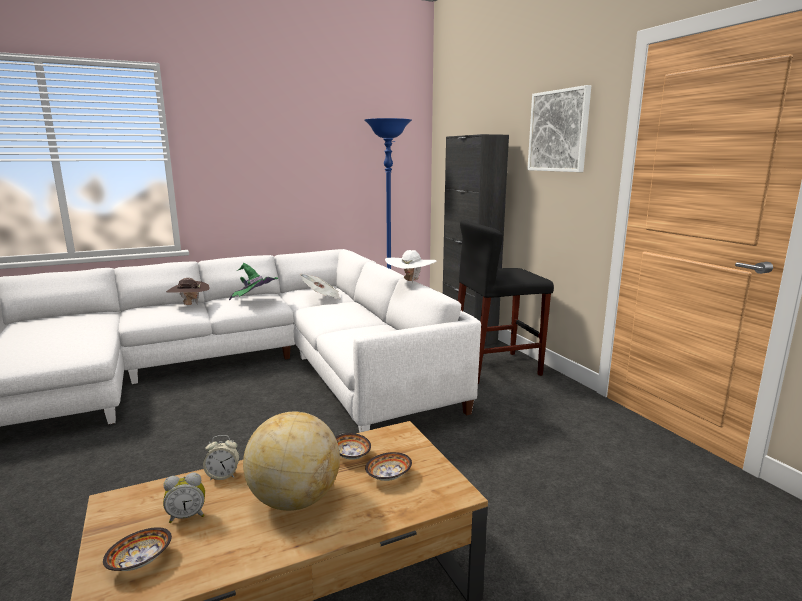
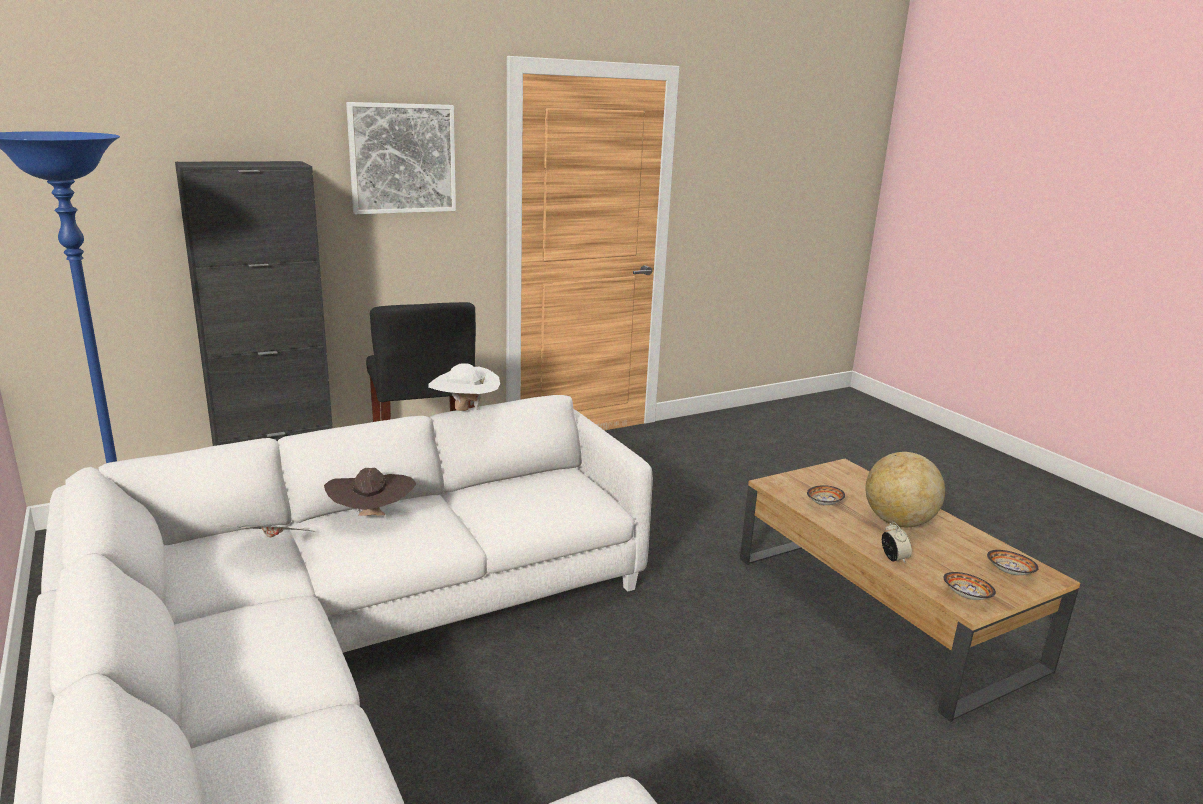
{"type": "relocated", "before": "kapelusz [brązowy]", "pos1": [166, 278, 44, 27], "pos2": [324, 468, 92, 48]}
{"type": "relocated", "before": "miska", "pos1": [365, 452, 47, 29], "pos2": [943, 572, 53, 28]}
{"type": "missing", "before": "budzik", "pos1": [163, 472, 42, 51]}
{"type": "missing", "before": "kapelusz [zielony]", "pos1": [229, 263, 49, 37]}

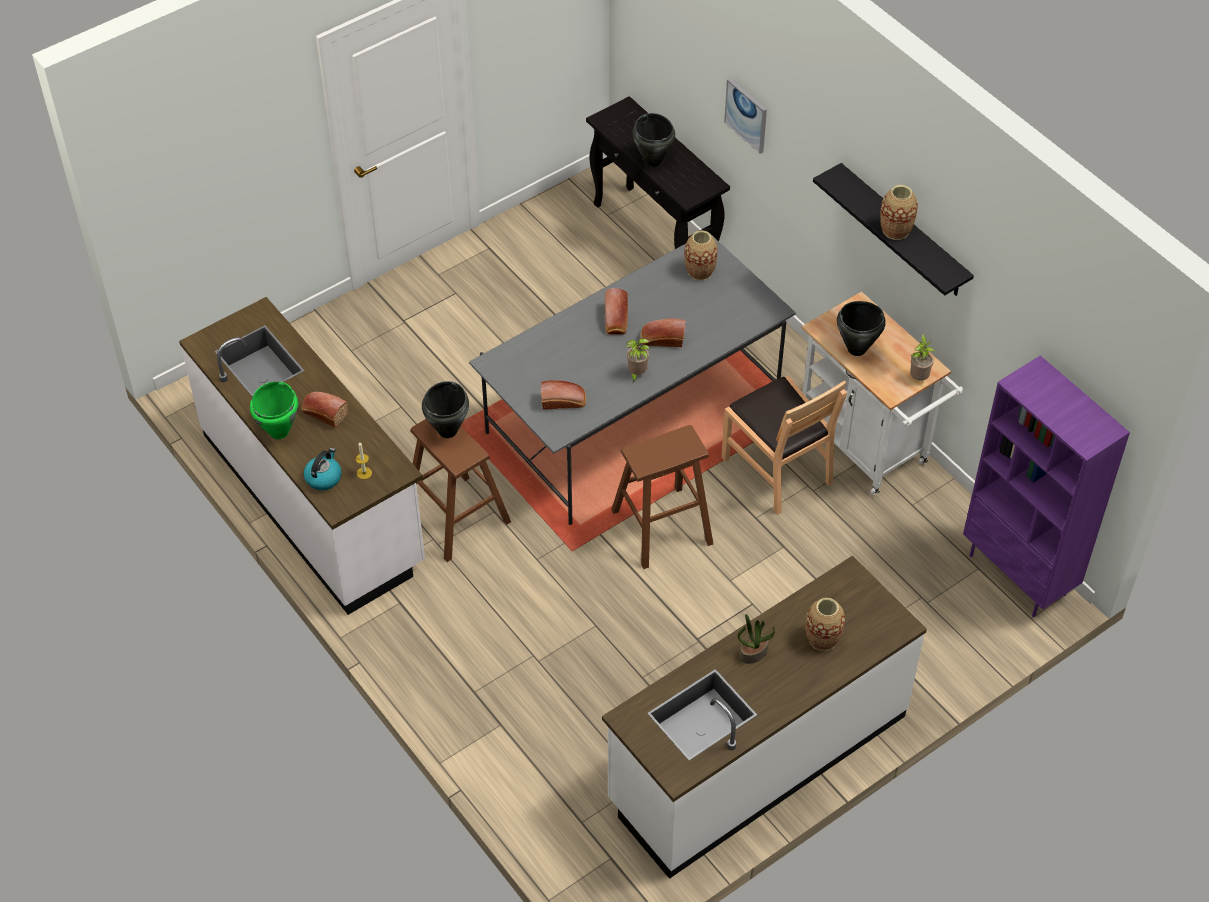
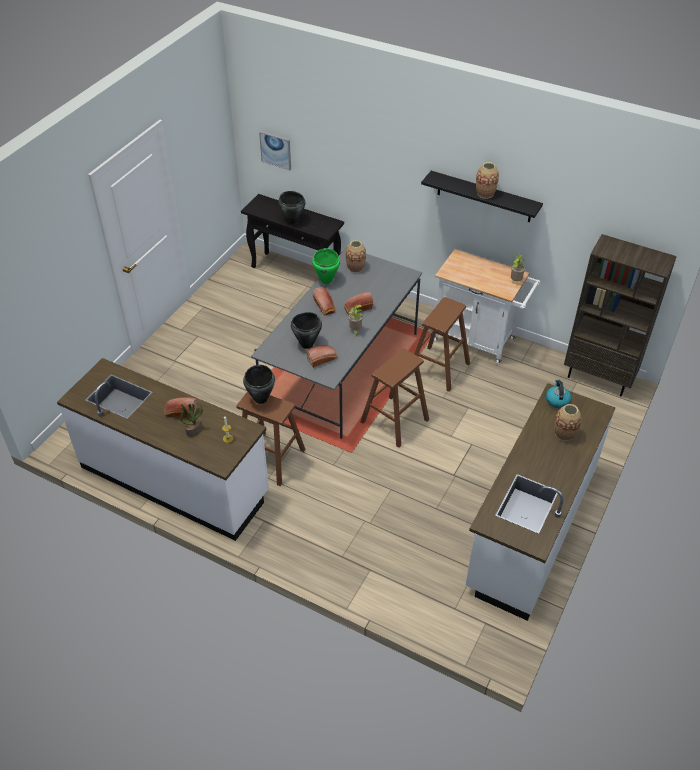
{"type": "relocated", "before": "roślina doniczkowa", "pos1": [738, 614, 37, 50], "pos2": [180, 404, 23, 33]}
{"type": "relocated", "before": "obraz", "pos1": [724, 78, 43, 76], "pos2": [259, 131, 32, 39]}
{"type": "relocated", "before": "garnek [czarny]", "pos1": [837, 301, 49, 55], "pos2": [291, 312, 31, 37]}
{"type": "relocated", "before": "garnek [zielony]", "pos1": [250, 381, 48, 58], "pos2": [312, 248, 28, 36]}
{"type": "exchanged", "before": "krzesło [brązowy]", "after": "stołek [brązowy]", "pos1": [721, 375, 126, 140], "pos2": [414, 297, 56, 95]}
{"type": "relocated", "before": "czajnik", "pos1": [303, 448, 39, 42], "pos2": [546, 379, 25, 29]}
{"type": "colour", "before": "regał [fioletowy]", "after": "regał [brązowy]", "pos1": [963, 356, 167, 261], "pos2": [564, 234, 113, 163]}

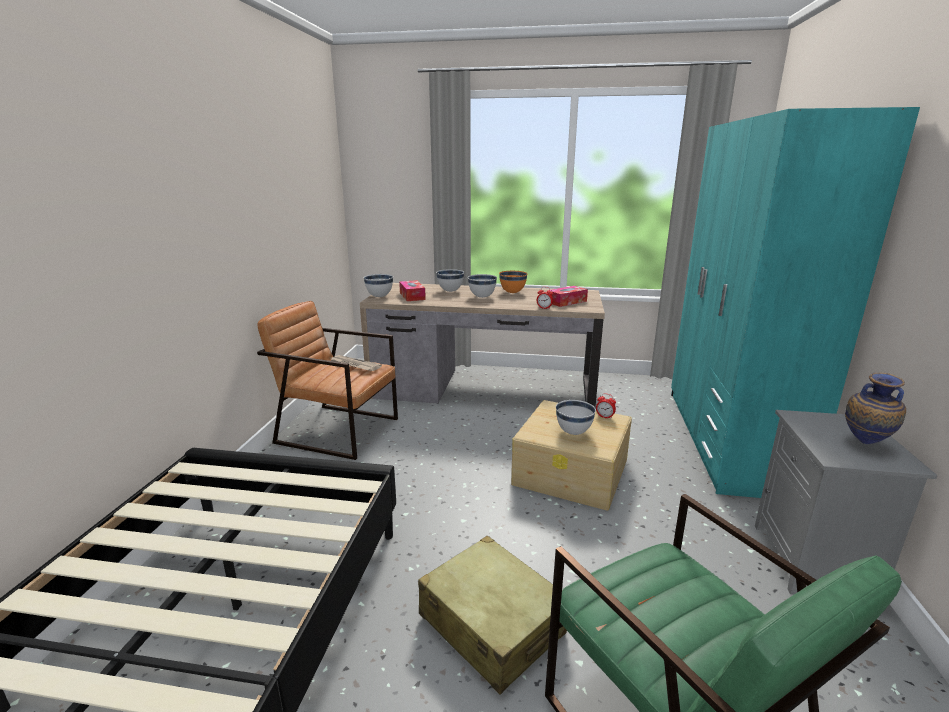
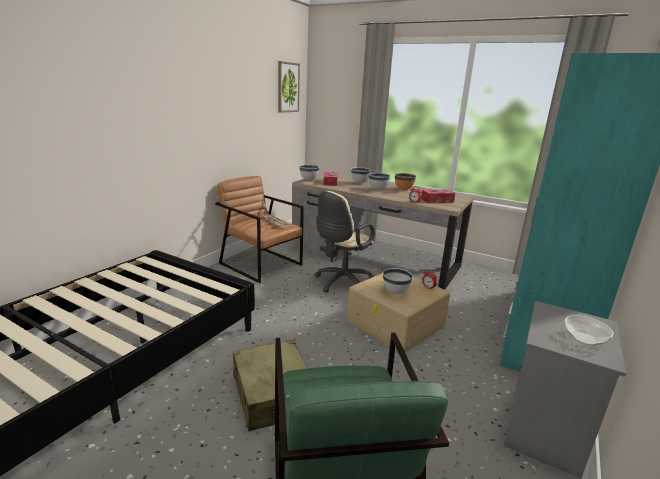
{"type": "appeared", "after": "obraz", "pos2": [278, 61, 22, 52]}
{"type": "appeared", "after": "krzesło biurowe [beżowy]", "pos2": [315, 191, 60, 102]}
{"type": "exchanged", "before": "wazon", "after": "miska", "pos1": [845, 373, 61, 71], "pos2": [565, 315, 49, 31]}

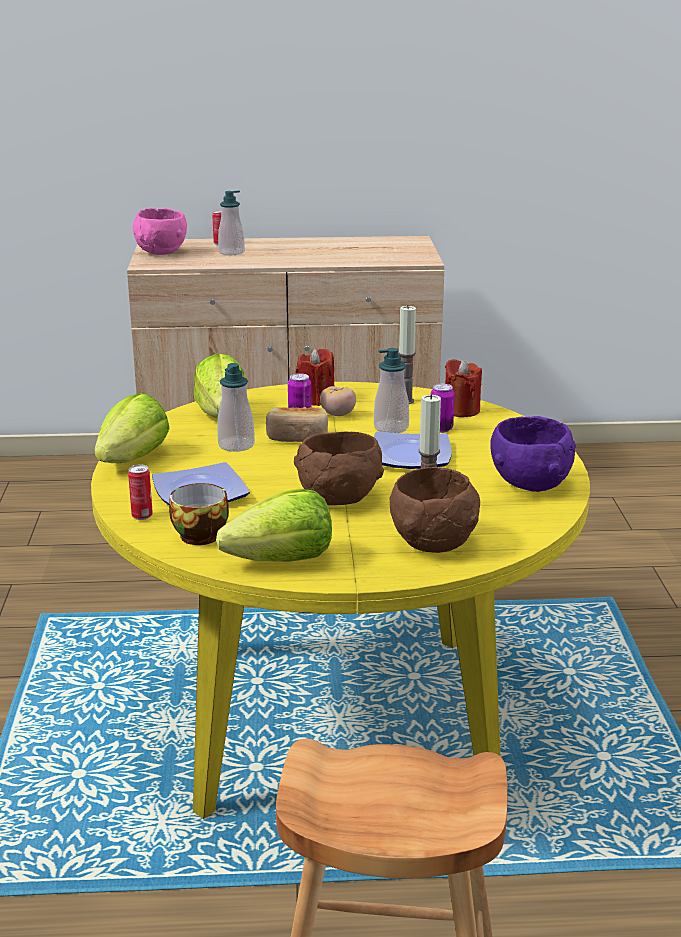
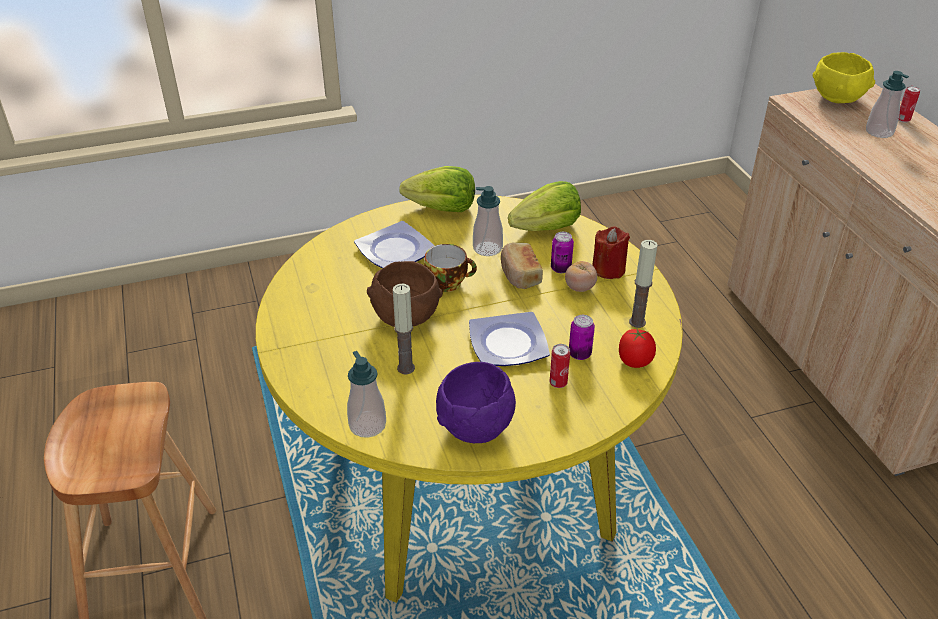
{"type": "relocated", "before": "dozownik mydła", "pos1": [374, 348, 35, 85], "pos2": [347, 351, 39, 87]}
{"type": "relocated", "before": "filiżanka", "pos1": [169, 483, 60, 62], "pos2": [424, 244, 53, 48]}
{"type": "relocated", "before": "puszka", "pos1": [128, 465, 25, 55], "pos2": [550, 344, 20, 44]}
{"type": "exchanged", "before": "świeca [czerwony]", "after": "pomidor", "pos1": [445, 359, 37, 58], "pos2": [619, 327, 37, 41]}
{"type": "colour", "before": "miska [różowy]", "after": "miska [żółty]", "pos1": [133, 208, 54, 47], "pos2": [813, 52, 62, 51]}
{"type": "missing", "before": "sałata", "pos1": [216, 489, 116, 73]}
{"type": "missing", "before": "miska [brązowy]", "pos1": [389, 467, 91, 86]}

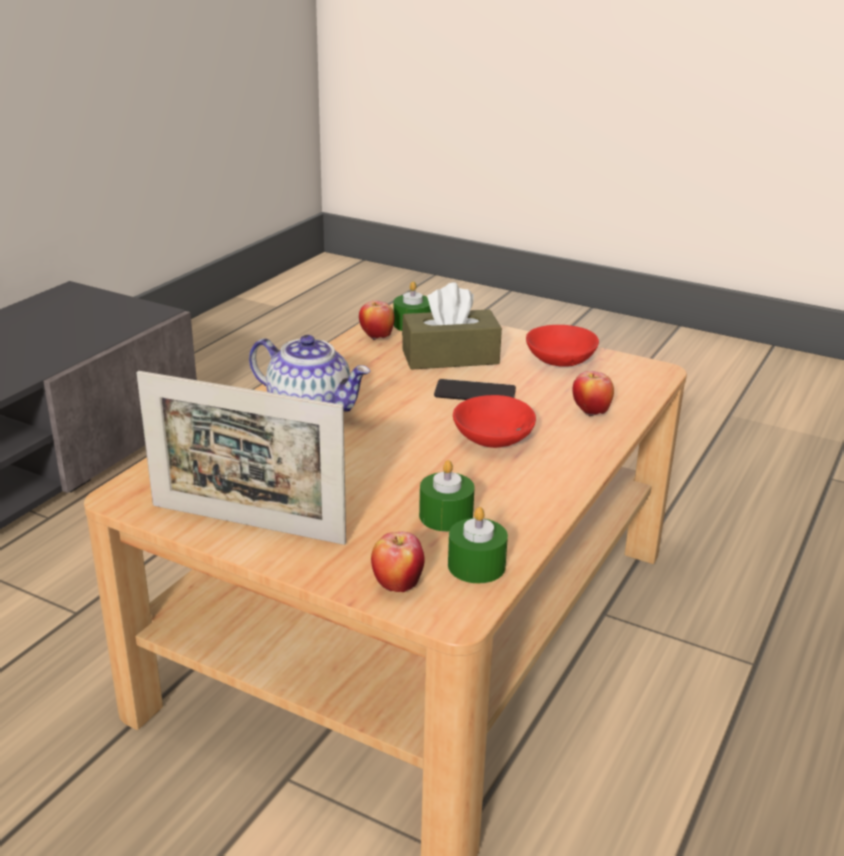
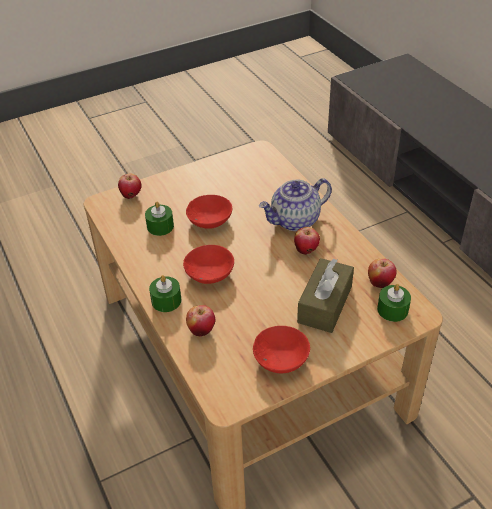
{"type": "relocated", "before": "świeca [zielony]", "pos1": [448, 507, 60, 76], "pos2": [149, 275, 33, 37]}
{"type": "appeared", "after": "miska [czerwony]", "pos2": [186, 195, 46, 34]}
{"type": "appeared", "after": "jabłko", "pos2": [294, 227, 26, 28]}
{"type": "missing", "before": "ramka na zdjęcie", "pos1": [136, 371, 210, 174]}
{"type": "missing", "before": "telefon", "pos1": [434, 379, 82, 21]}

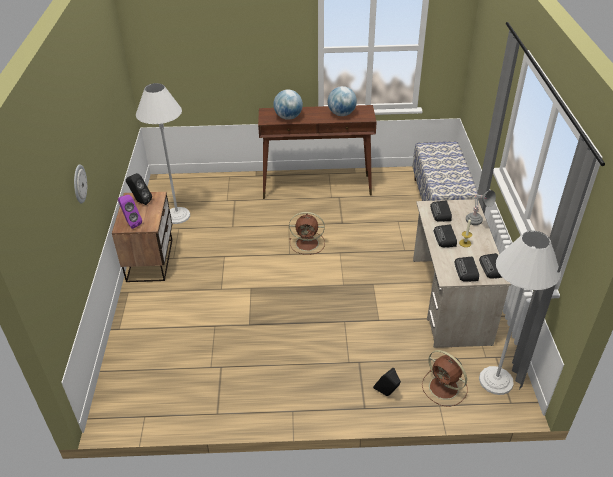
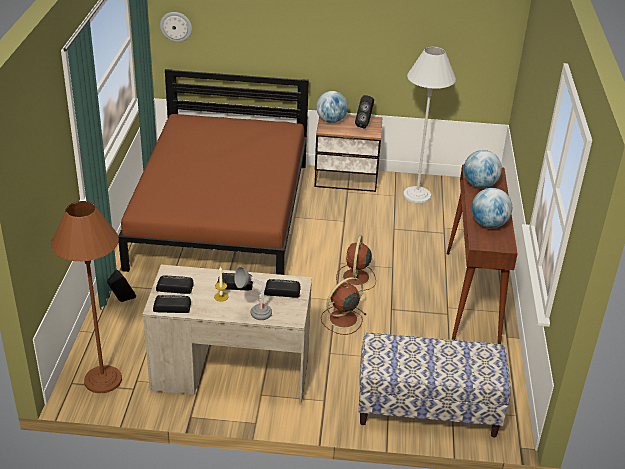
{"type": "colour", "before": "lampa stojąca [biały]", "after": "lampa stojąca [brązowy]", "pos1": [479, 231, 82, 164], "pos2": [51, 201, 71, 192]}
{"type": "appeared", "after": "łóżko [brązowy]", "pos2": [118, 69, 191, 206]}
{"type": "relocated", "before": "zegar ścienny", "pos1": [74, 164, 13, 40], "pos2": [160, 12, 32, 30]}
{"type": "exchanged", "before": "głośnik [fioletowy]", "after": "globus", "pos1": [118, 195, 24, 34], "pos2": [316, 91, 32, 32]}
{"type": "relocated", "before": "wentylator [brązowy]", "pos1": [422, 350, 46, 57], "pos2": [321, 277, 46, 58]}

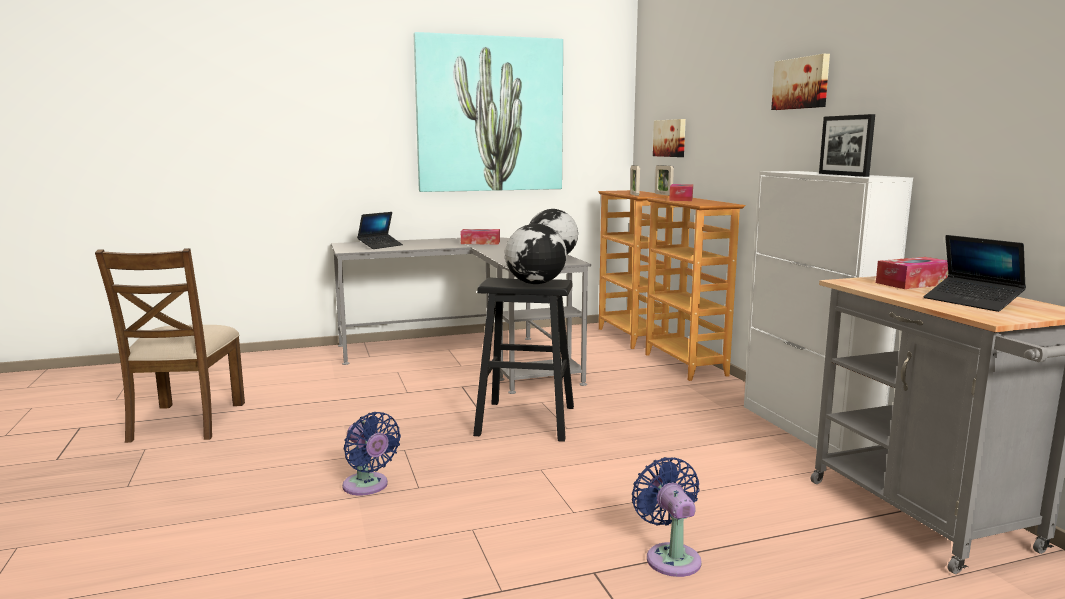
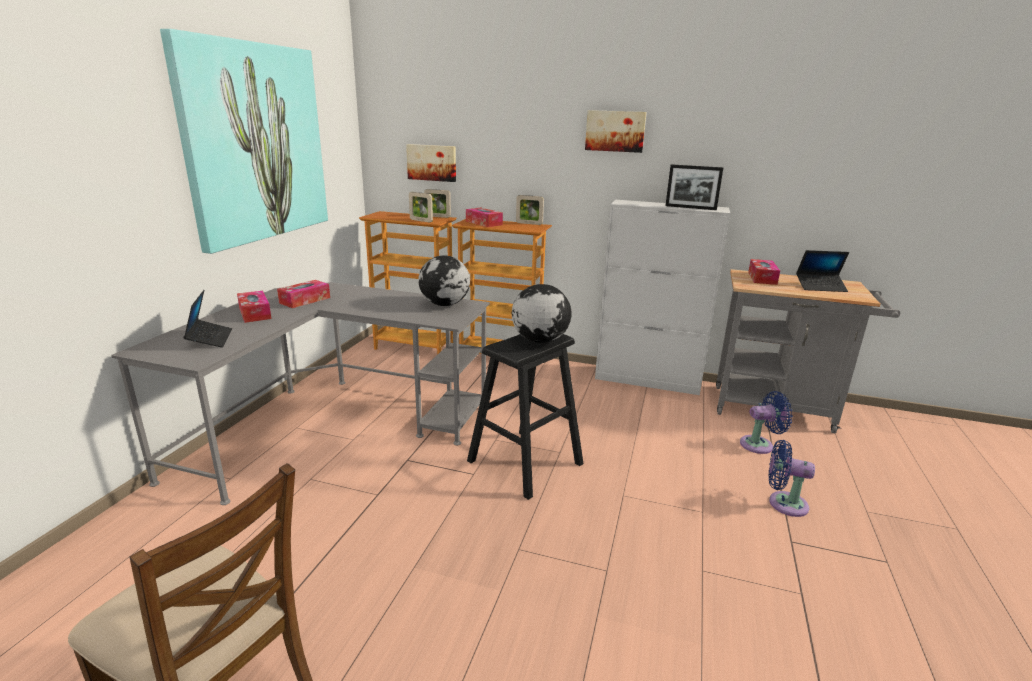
{"type": "appeared", "after": "pudełko chusteczek", "pos2": [237, 291, 34, 32]}
{"type": "appeared", "after": "ramka na zdjęcie", "pos2": [516, 195, 28, 30]}
{"type": "relocated", "before": "wentylator [niebieski]", "pos1": [342, 412, 59, 83], "pos2": [740, 391, 53, 63]}

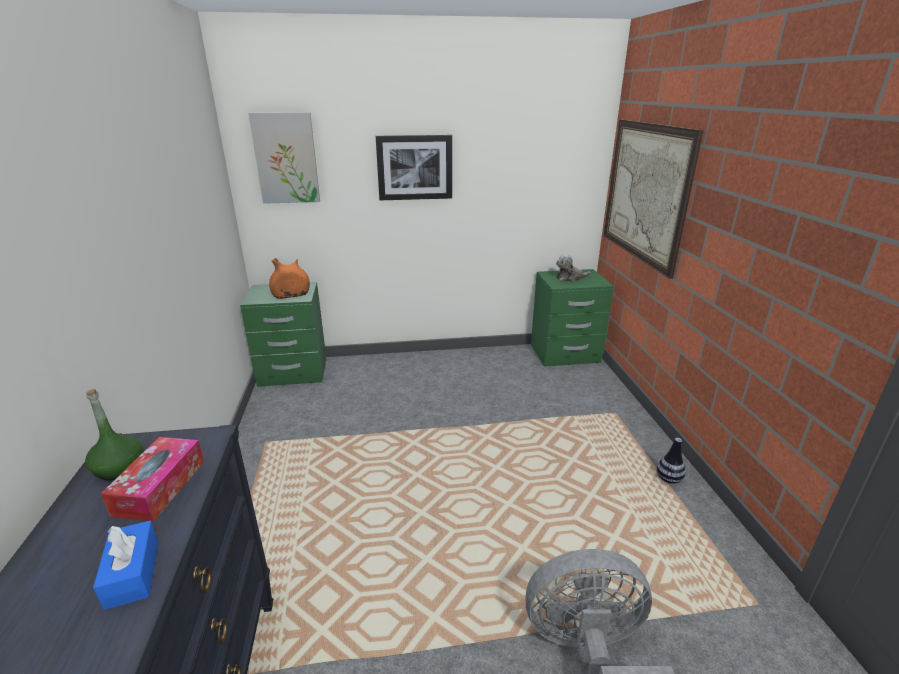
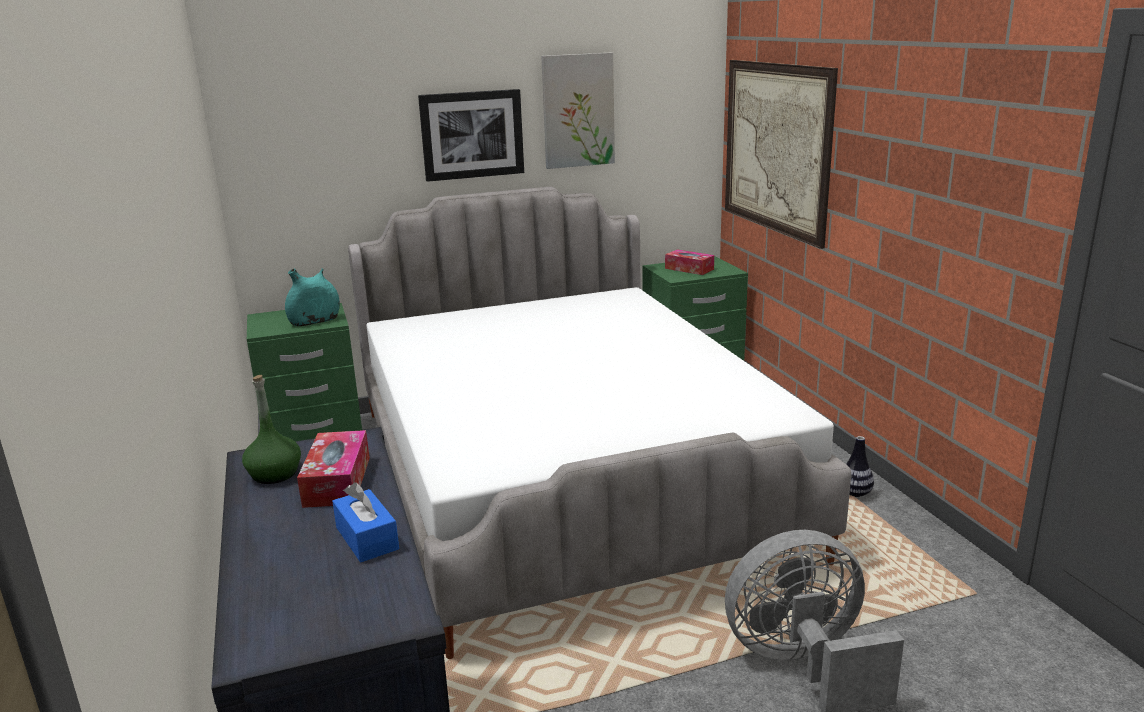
{"type": "colour", "before": "wazon [pomarańczowy]", "after": "wazon [turkusowy]", "pos1": [269, 258, 41, 41], "pos2": [285, 268, 55, 58]}
{"type": "appeared", "after": "łóżko", "pos2": [348, 187, 503, 472]}
{"type": "relocated", "before": "obraz", "pos1": [249, 112, 71, 92], "pos2": [541, 53, 74, 116]}
{"type": "exchanged", "before": "pluszak", "after": "pudełko chusteczek", "pos1": [556, 254, 35, 28], "pos2": [665, 249, 49, 26]}

